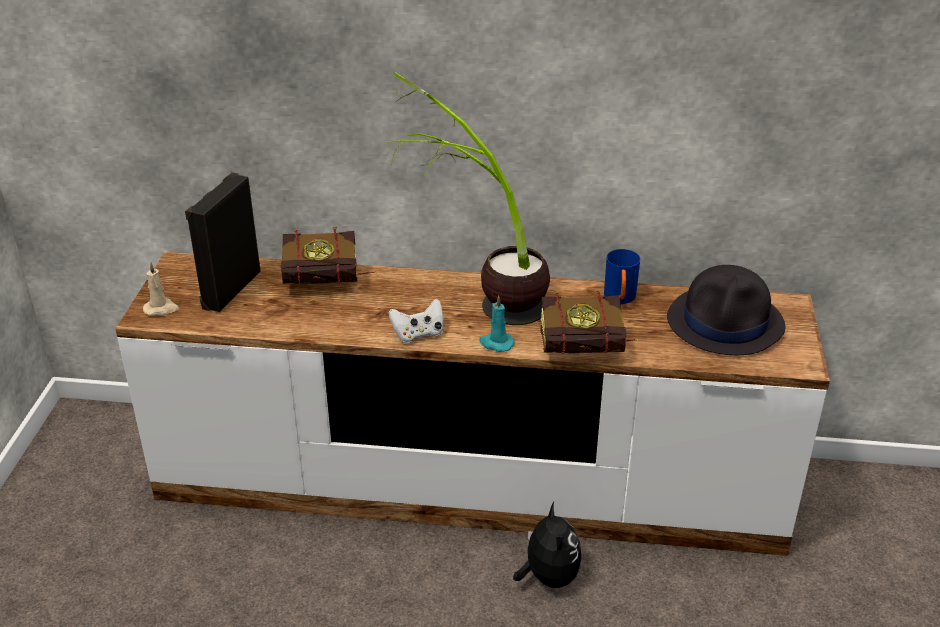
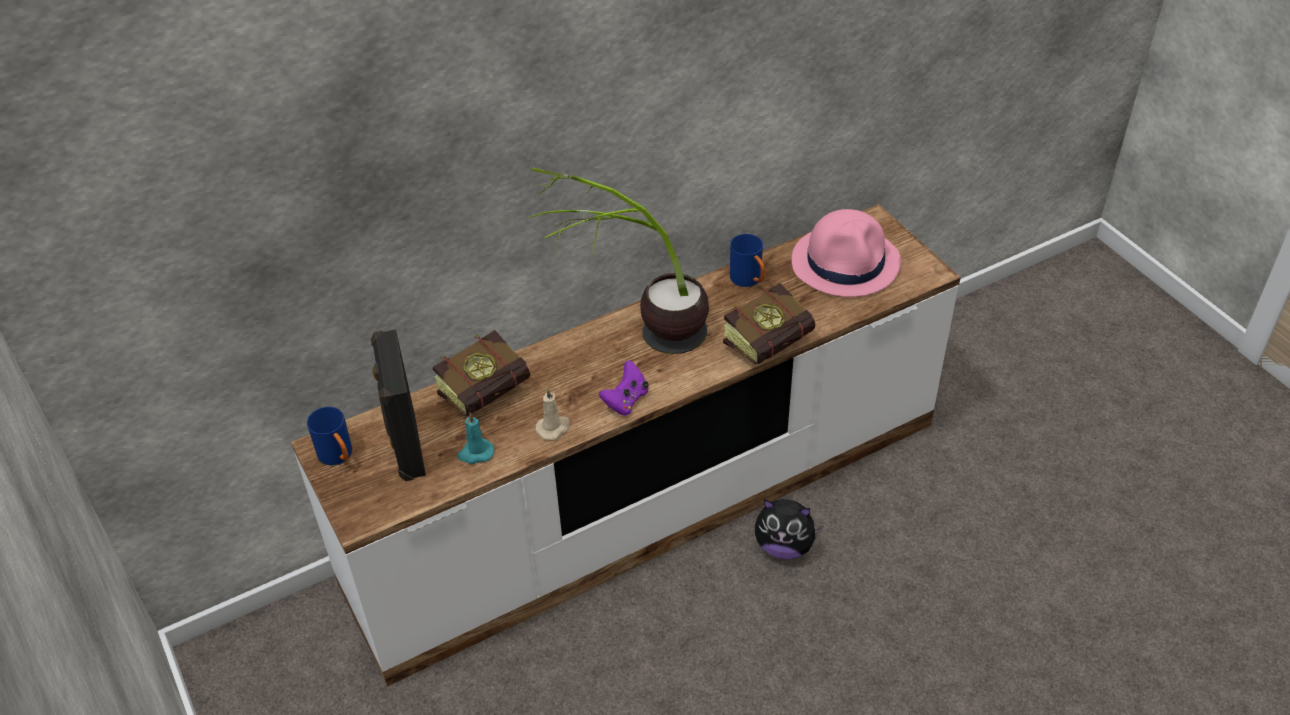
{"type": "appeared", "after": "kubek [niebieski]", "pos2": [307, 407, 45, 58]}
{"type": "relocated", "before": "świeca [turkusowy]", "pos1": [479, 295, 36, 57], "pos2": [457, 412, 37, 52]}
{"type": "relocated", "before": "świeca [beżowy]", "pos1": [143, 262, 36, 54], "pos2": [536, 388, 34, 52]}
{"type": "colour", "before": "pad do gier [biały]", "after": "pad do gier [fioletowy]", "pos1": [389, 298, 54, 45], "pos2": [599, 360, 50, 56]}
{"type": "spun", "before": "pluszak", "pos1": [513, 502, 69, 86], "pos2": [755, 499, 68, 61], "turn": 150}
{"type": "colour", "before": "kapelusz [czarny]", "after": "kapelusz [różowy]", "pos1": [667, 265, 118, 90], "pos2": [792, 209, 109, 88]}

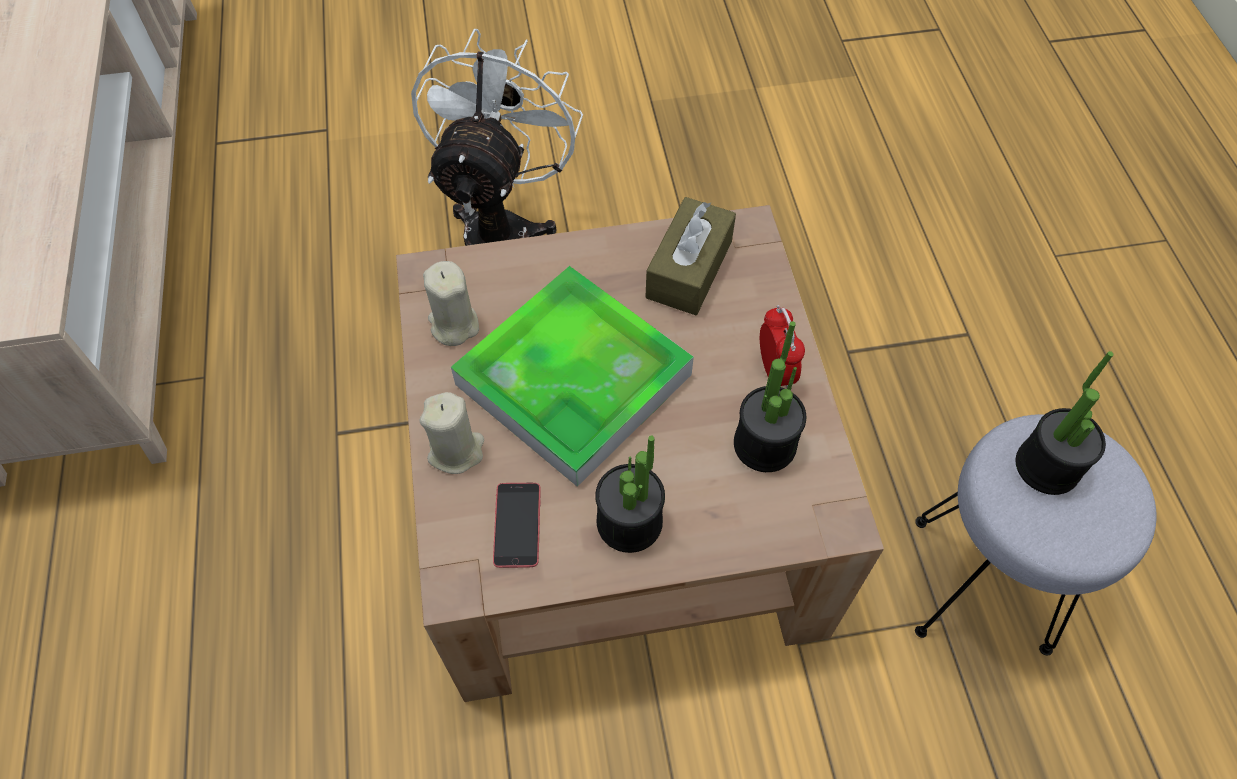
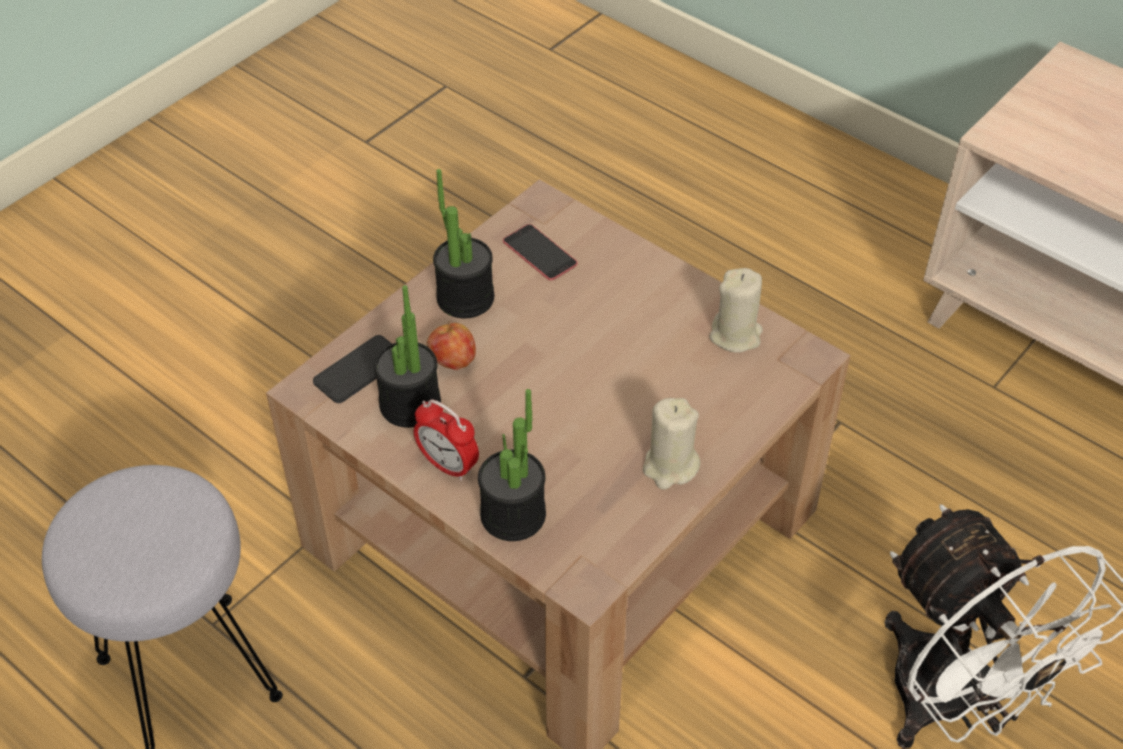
{"type": "appeared", "after": "telefon", "pos2": [313, 335, 79, 68]}
{"type": "appeared", "after": "jabłko", "pos2": [427, 321, 49, 49]}
{"type": "relocated", "before": "roślina doniczkowa", "pos1": [1016, 351, 98, 144], "pos2": [478, 389, 68, 152]}
{"type": "relocated", "before": "świeca [beżowy]", "pos1": [419, 392, 65, 82], "pos2": [643, 398, 57, 92]}
{"type": "missing", "before": "taca", "pos1": [451, 266, 243, 221]}
{"type": "missing", "before": "pudełko chusteczek [brązowy]", "pos1": [645, 197, 91, 118]}

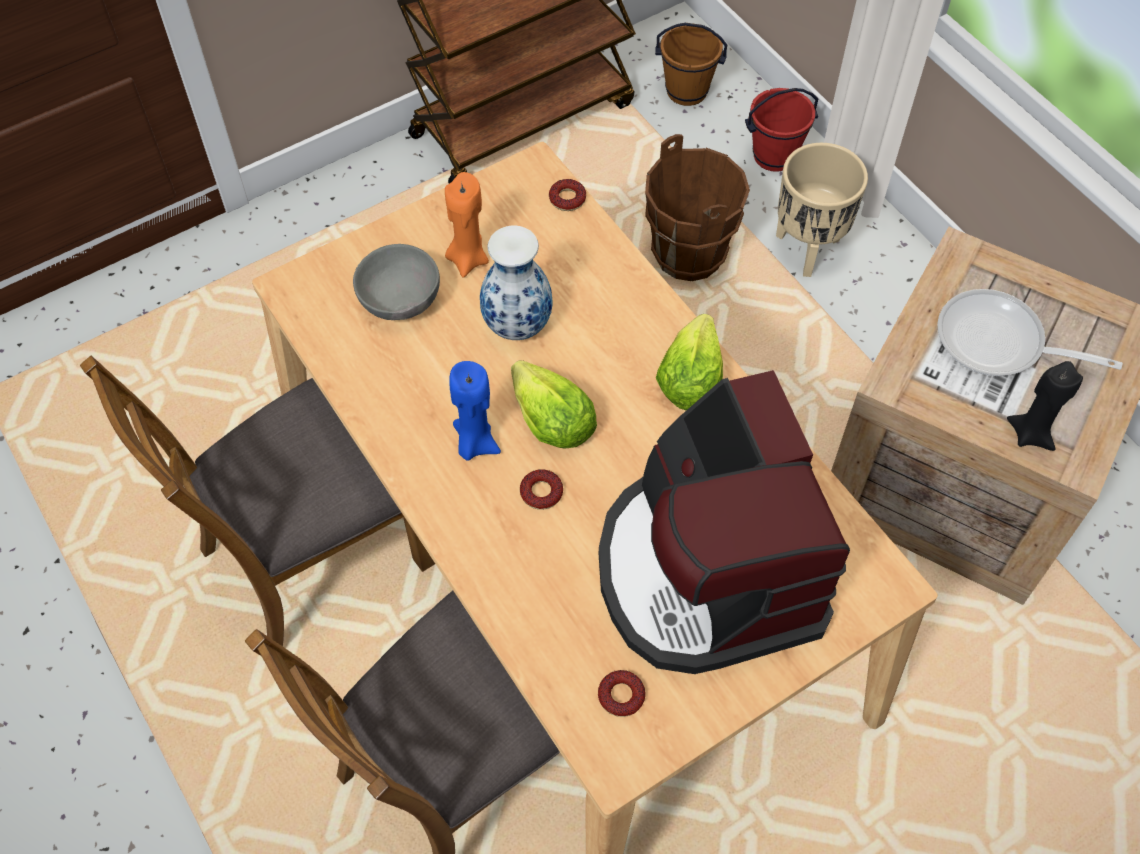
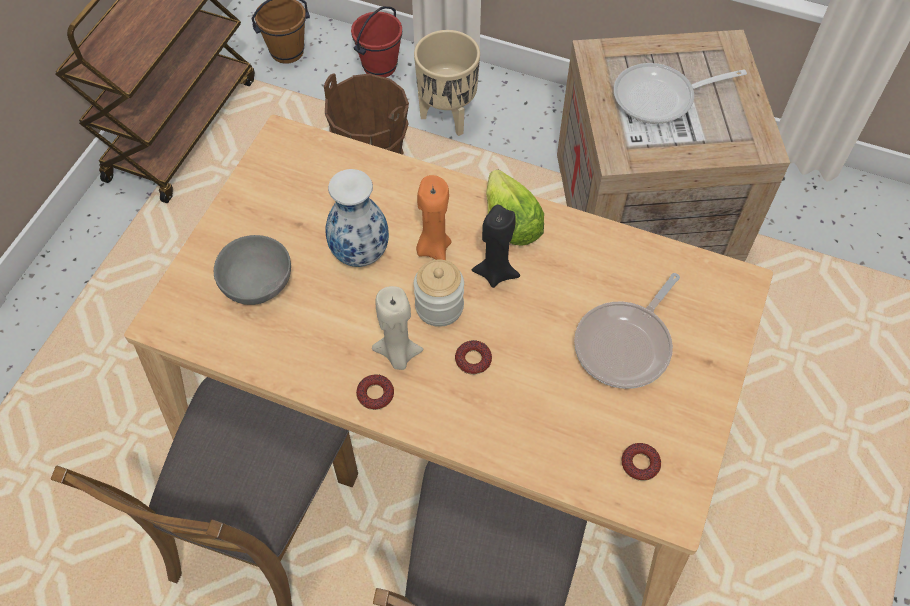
{"type": "relocated", "before": "donut", "pos1": [549, 179, 37, 32], "pos2": [356, 374, 38, 36]}
{"type": "colour", "before": "świeca [niebieski]", "after": "świeca [beżowy]", "pos1": [449, 361, 52, 100], "pos2": [372, 286, 52, 84]}
{"type": "exchanged", "before": "sałata", "after": "słoik", "pos1": [511, 360, 86, 89], "pos2": [414, 260, 50, 67]}
{"type": "relocated", "before": "świeca [pomarańczowy]", "pos1": [445, 172, 44, 106], "pos2": [416, 175, 36, 85]}
{"type": "relocated", "before": "świeca [czarny]", "pos1": [1007, 361, 76, 90], "pos2": [472, 204, 48, 84]}
{"type": "exchanged", "before": "ekspres do kawy", "after": "patelnia", "pos1": [599, 370, 251, 304], "pos2": [574, 273, 106, 116]}

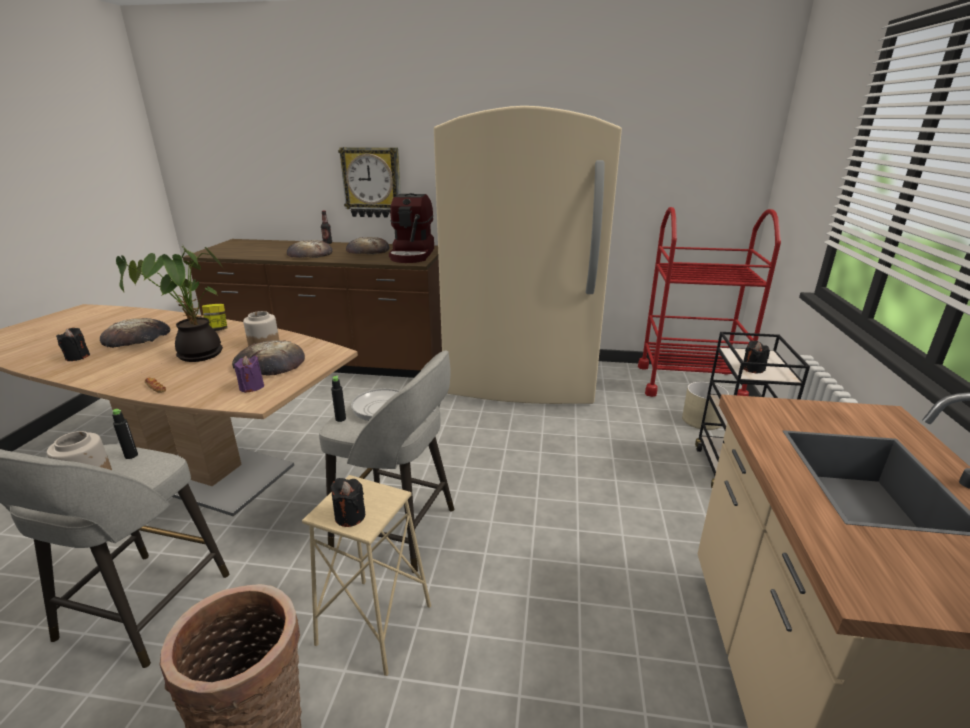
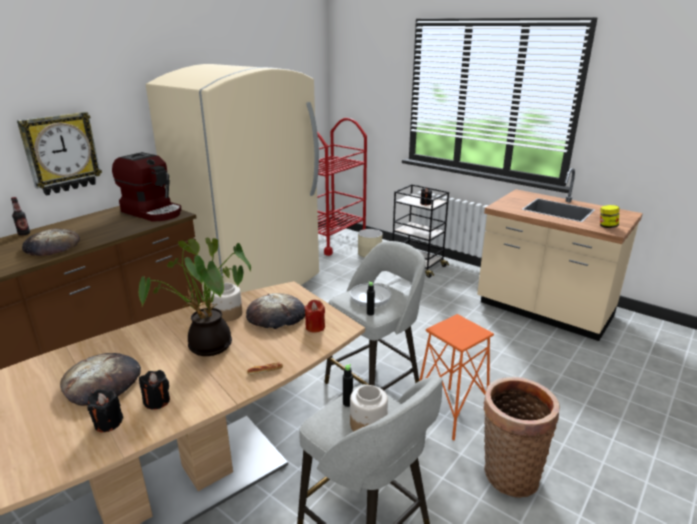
{"type": "relocated", "before": "świeca [czarny]", "pos1": [330, 478, 35, 49], "pos2": [139, 370, 31, 40]}
{"type": "colour", "before": "świeca [fioletowy]", "after": "świeca [czerwony]", "pos1": [234, 356, 30, 37], "pos2": [304, 300, 21, 33]}
{"type": "colour", "before": "stołek [beżowy]", "after": "stołek [pomarańczowy]", "pos1": [302, 475, 129, 201], "pos2": [419, 314, 75, 127]}
{"type": "relocated", "before": "słoik", "pos1": [202, 304, 25, 27], "pos2": [600, 205, 19, 23]}
{"type": "missing", "before": "chleb", "pos1": [346, 237, 44, 17]}

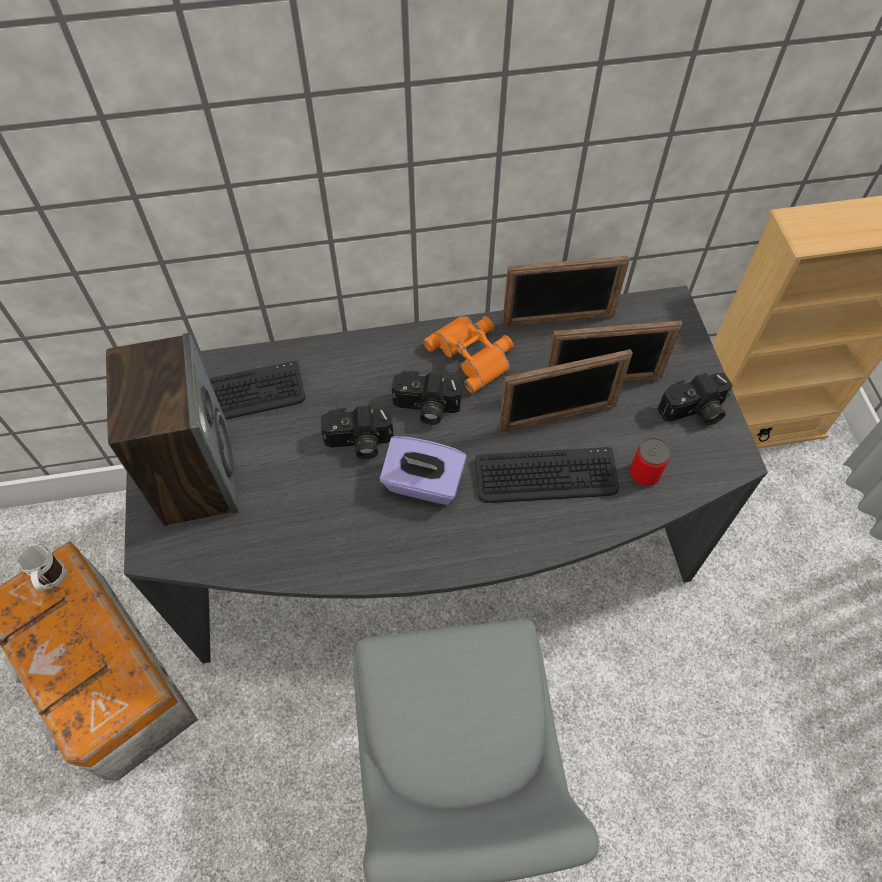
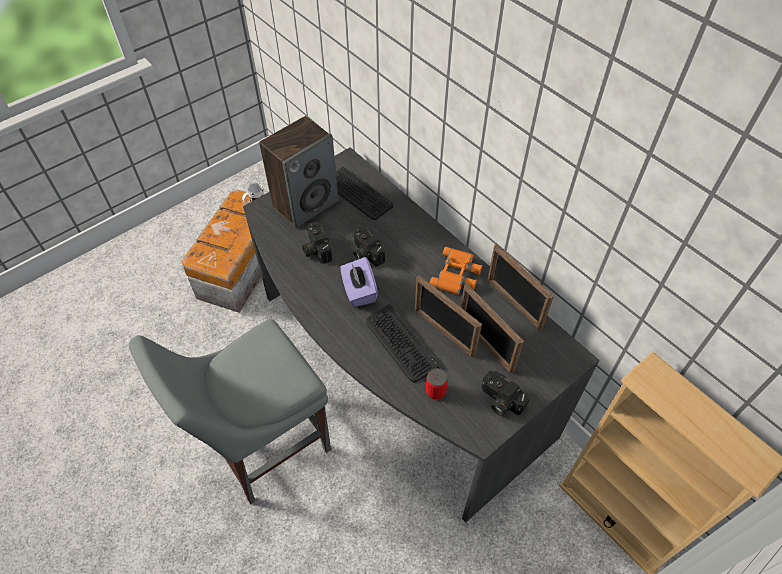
{"type": "relocated", "before": "aparat fotograficzny", "pos1": [392, 371, 70, 54], "pos2": [302, 221, 30, 43]}

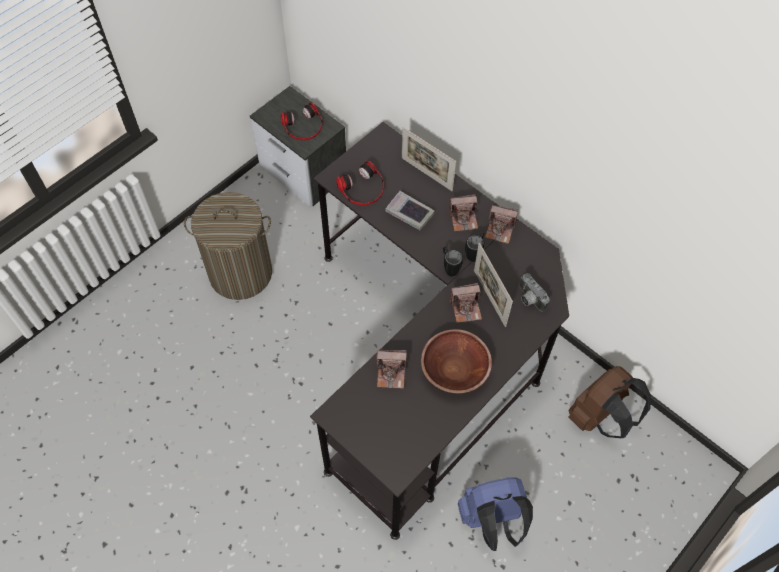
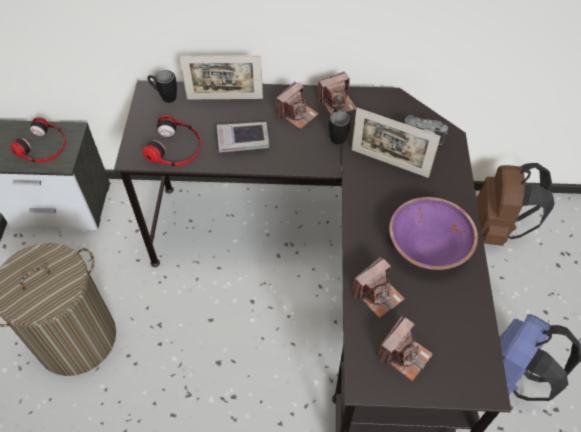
{"type": "relocated", "before": "kubek [czarny]", "pos1": [443, 247, 20, 30], "pos2": [148, 70, 29, 33]}
{"type": "relocated", "before": "aparat fotograficzny", "pos1": [449, 283, 33, 40], "pos2": [378, 316, 55, 65]}
{"type": "colour", "before": "miska [brązowy]", "after": "miska [fioletowy]", "pos1": [421, 329, 71, 64], "pos2": [389, 197, 89, 73]}

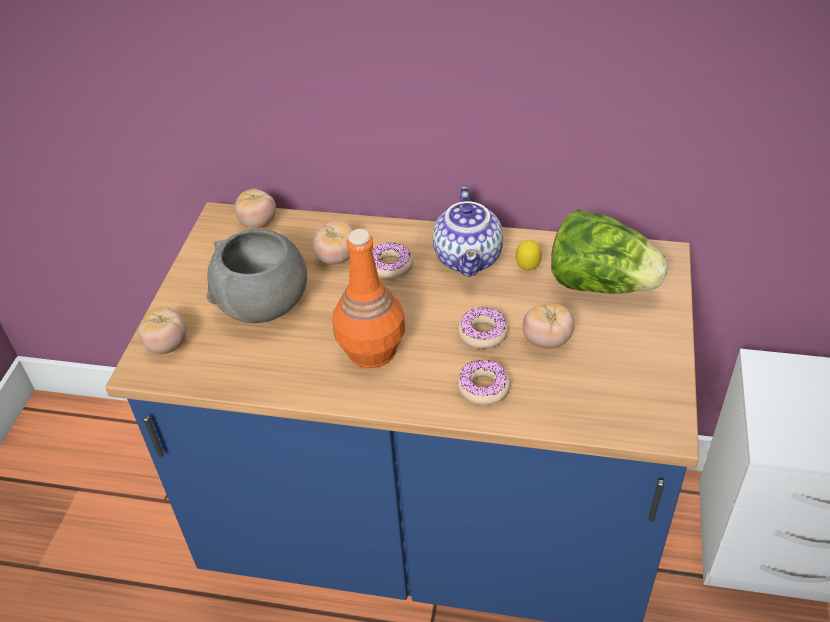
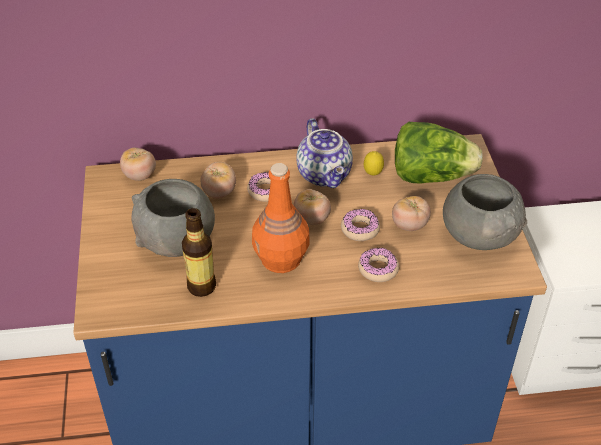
{"type": "appeared", "after": "butelka", "pos2": [182, 208, 34, 89]}
{"type": "relocated", "before": "pomidor", "pos1": [138, 307, 49, 47], "pos2": [294, 189, 37, 36]}
{"type": "appeared", "after": "miska [szary]", "pos2": [443, 174, 84, 76]}

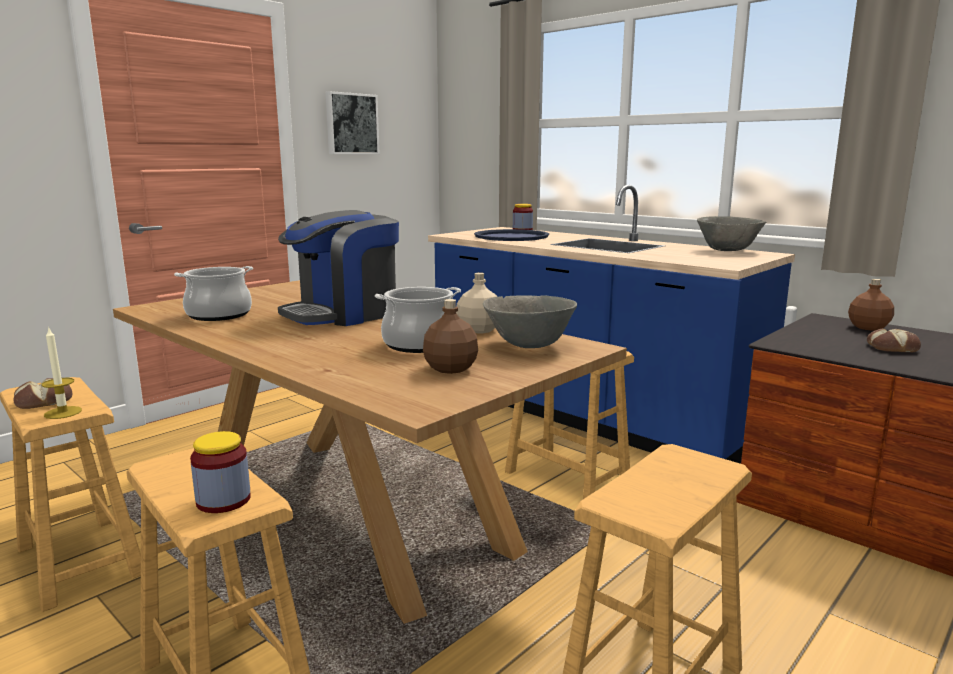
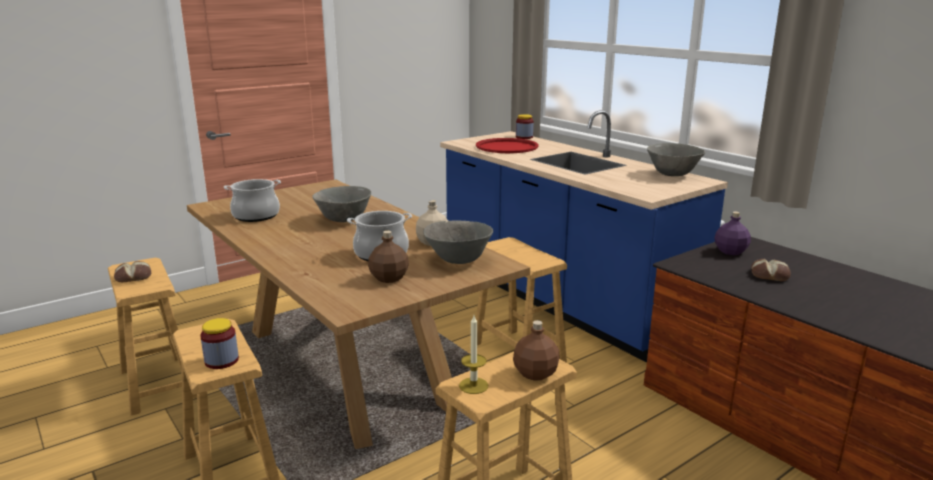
{"type": "exchanged", "before": "ekspres do kawy", "after": "miska [szary]", "pos1": [278, 210, 121, 116], "pos2": [312, 186, 59, 36]}
{"type": "relocated", "before": "świeca", "pos1": [41, 327, 41, 92], "pos2": [459, 316, 29, 78]}
{"type": "colour", "before": "taca [niebieski]", "after": "taca [czerwony]", "pos1": [474, 229, 75, 12], "pos2": [476, 138, 62, 15]}
{"type": "relocated", "before": "butelka [brązowy]", "pos1": [848, 279, 46, 52], "pos2": [513, 320, 47, 61]}
{"type": "appeared", "after": "butelka [fioletowy]", "pos2": [715, 212, 36, 43]}
{"type": "missing", "before": "obraz", "pos1": [326, 91, 54, 63]}

